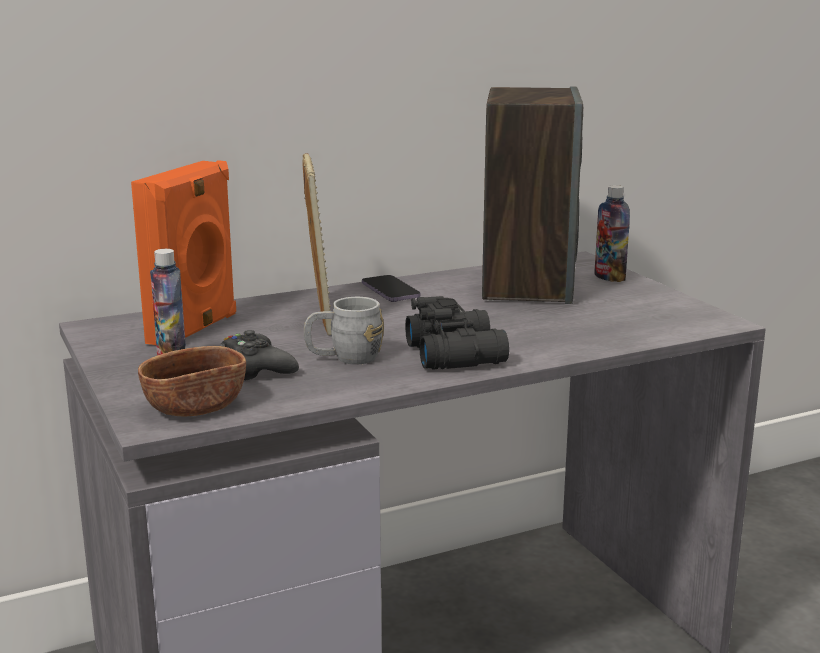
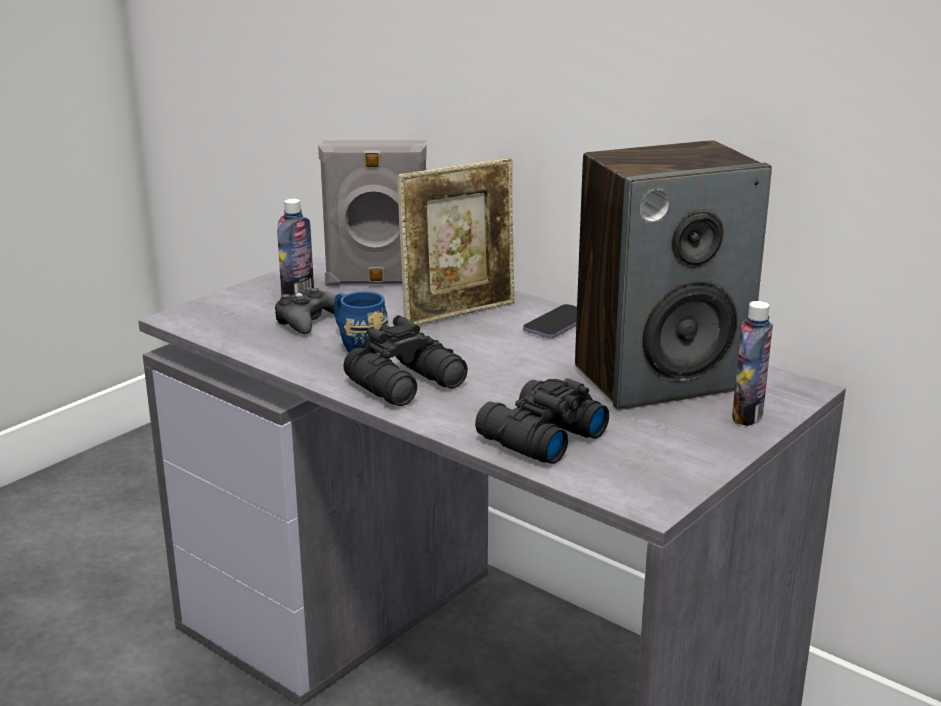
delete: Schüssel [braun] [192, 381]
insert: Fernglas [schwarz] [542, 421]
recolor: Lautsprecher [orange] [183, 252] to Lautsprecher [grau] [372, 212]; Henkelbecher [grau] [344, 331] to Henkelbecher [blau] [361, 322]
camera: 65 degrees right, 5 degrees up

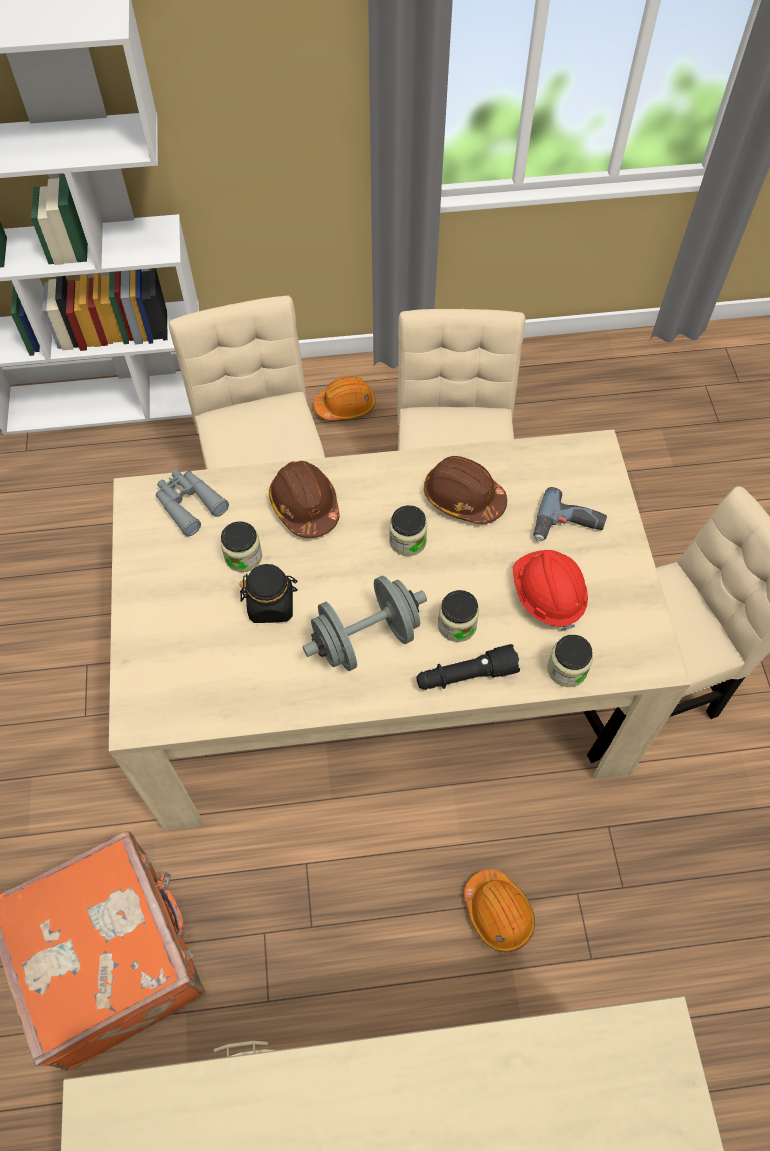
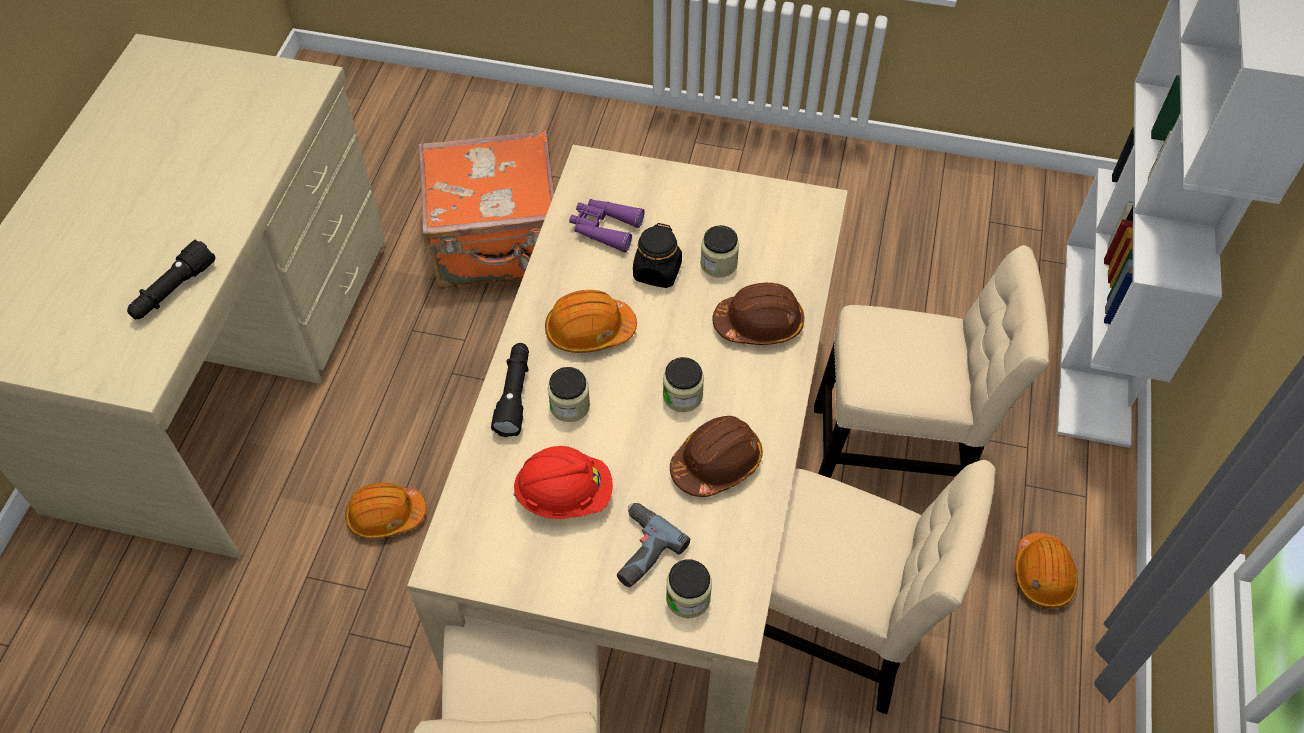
delete: Fernglas [grau] [192, 503]
insert: Taschenlampe [schwarz] [171, 279]; Fernglas [lila] [607, 226]
move: Vorratsglas [570, 661] to [689, 588]
replace: Hantel [grau] [364, 623] to Schutzhelm [orange] [591, 321]
camera: 110 degrees right, 5 degrees down

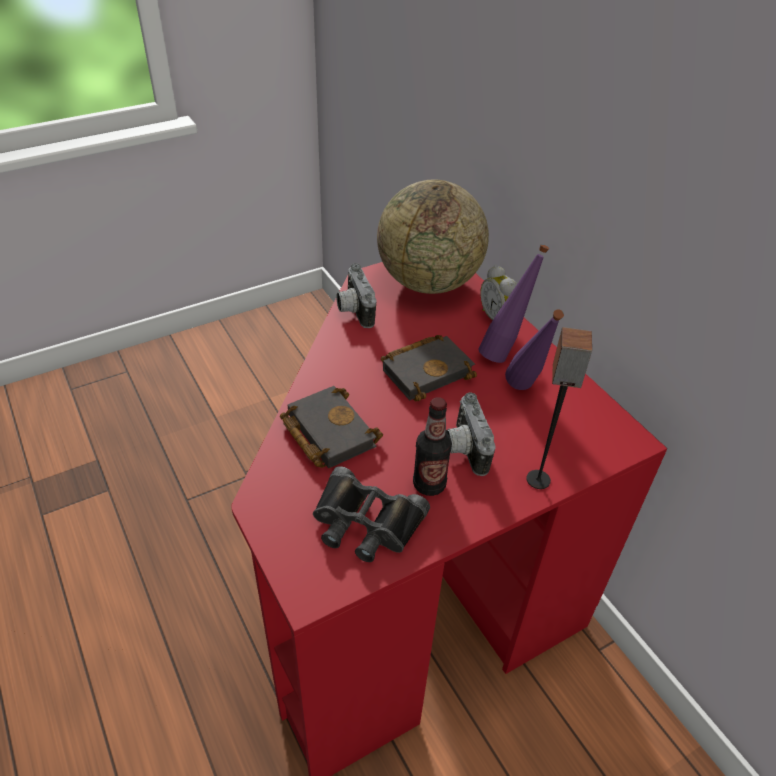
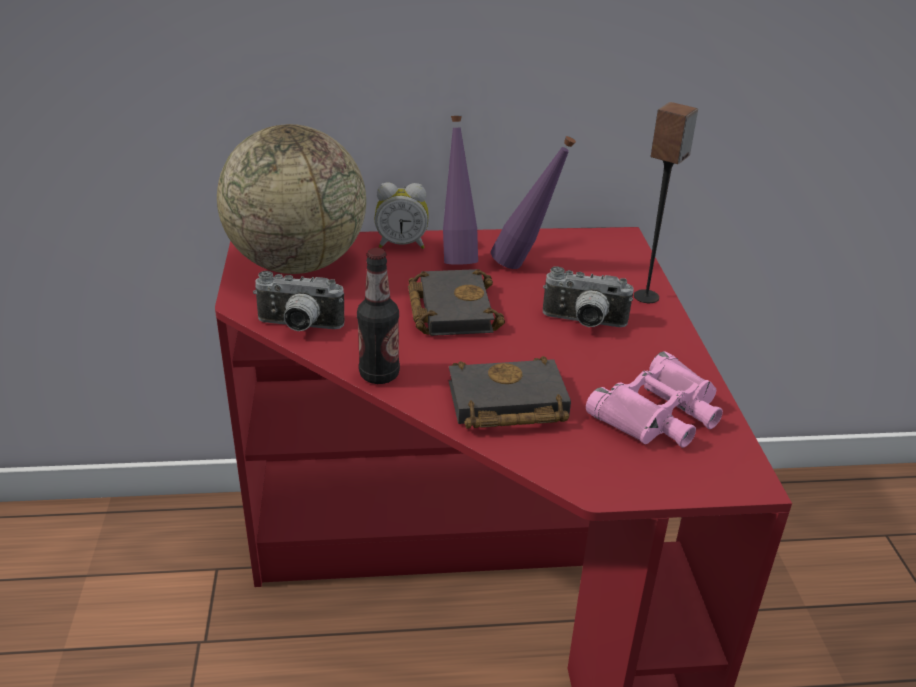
move: Flasche [432, 446] to [378, 316]
recolor: Fernglas [schwarz] [371, 514] to Fernglas [rosa] [654, 399]
camera: 65 degrees left, 10 degrees down

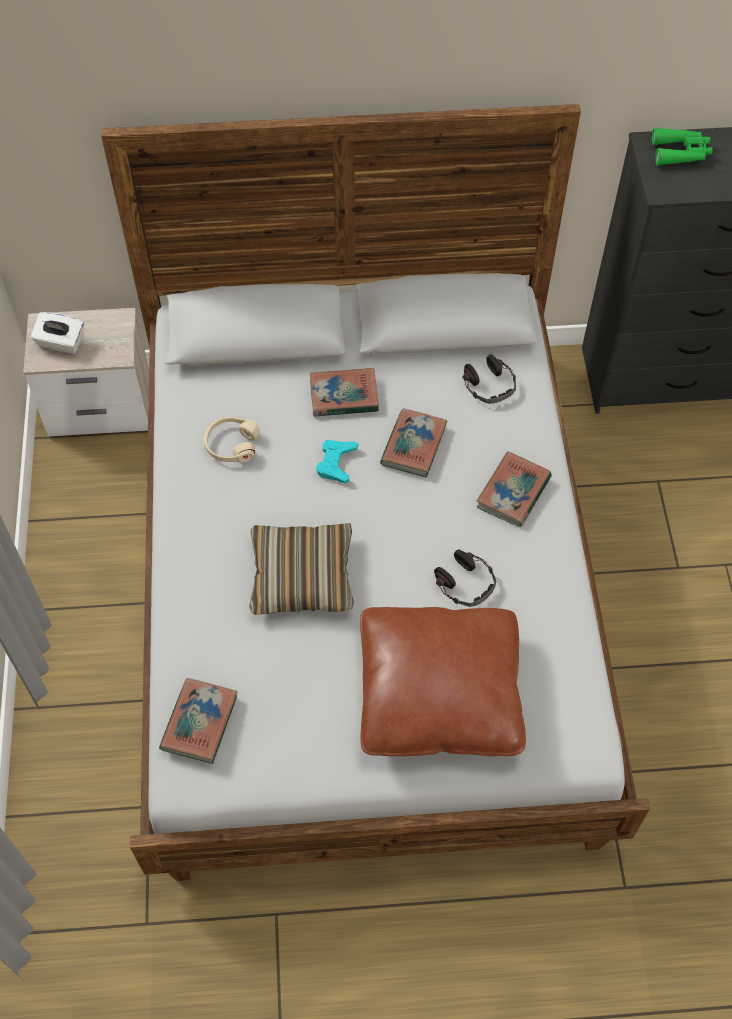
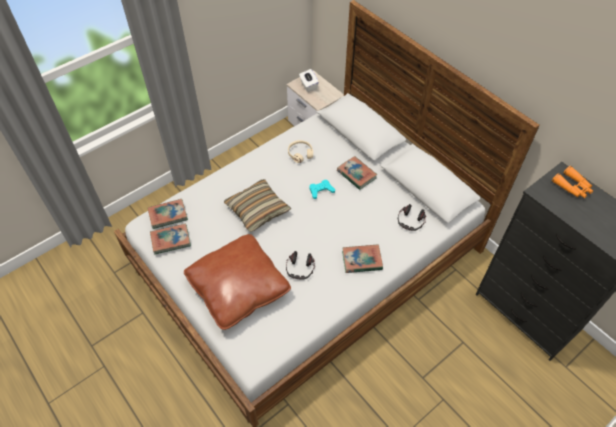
move: Buch [413, 442] to [170, 238]
recolor: Fernglas [grün] [682, 146] to Fernglas [orange] [572, 182]
camera: 55 degrees right, 5 degrees down

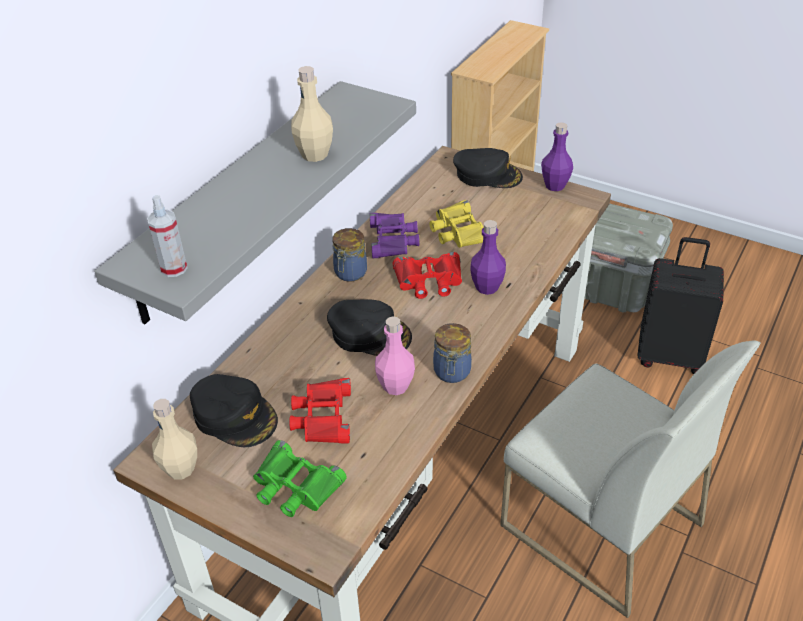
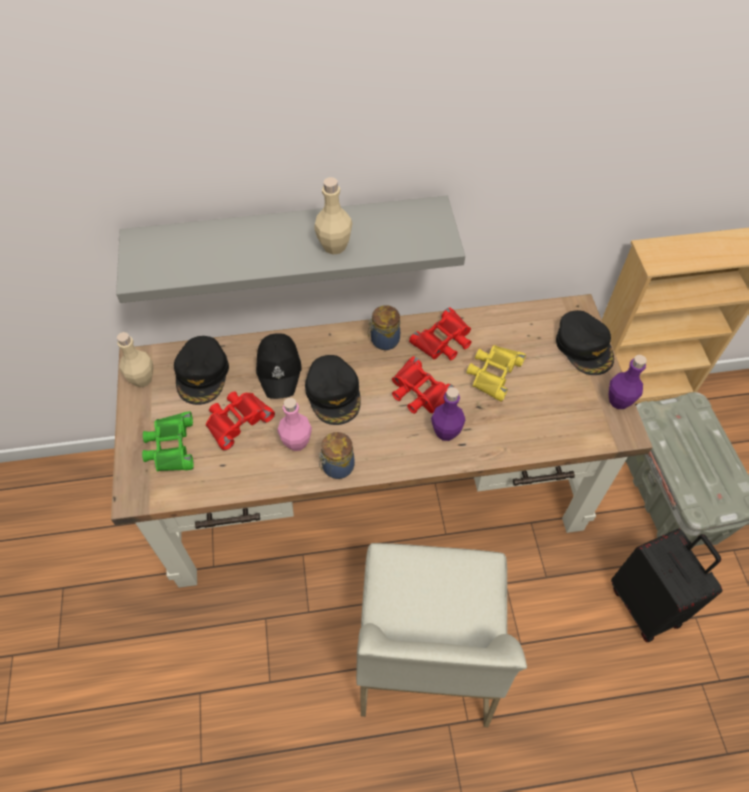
delete: Sprühflasche [167, 236]
insert: Kappe [schwarz] [279, 366]
recolor: Fernglas [lila] [394, 235] to Fernglas [rot] [440, 333]
camera: 50 degrees right, 15 degrees up

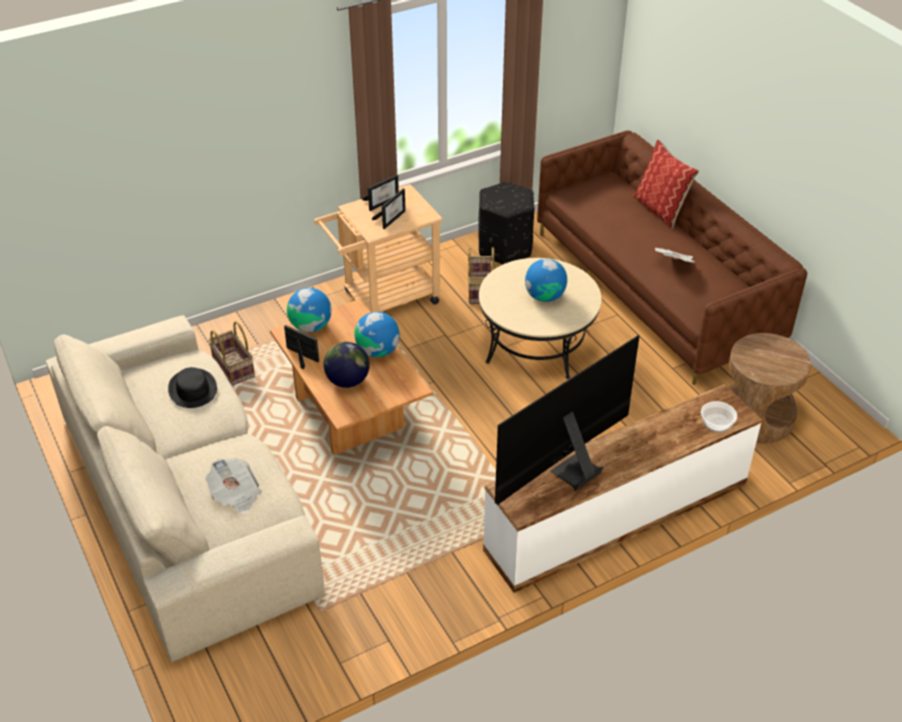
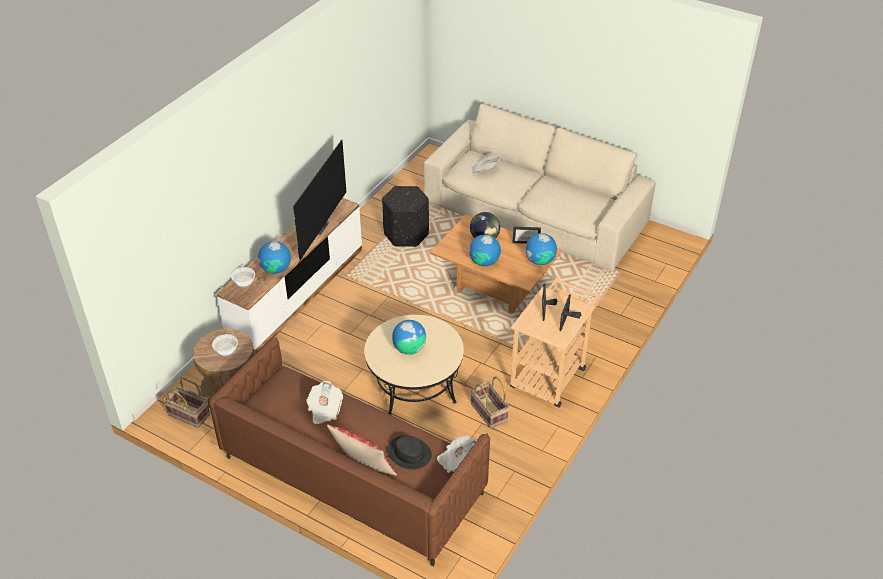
insert: Schüssel [225, 345]; Globus [274, 257]; Zeitung [456, 454]
move: Hut [schwarz] [192, 387] to [409, 452]; Korb [231, 353] to [186, 402]; Polsterhocker [schwarz] [507, 223] to [405, 216]
camera: 150 degrees right, 0 degrees up

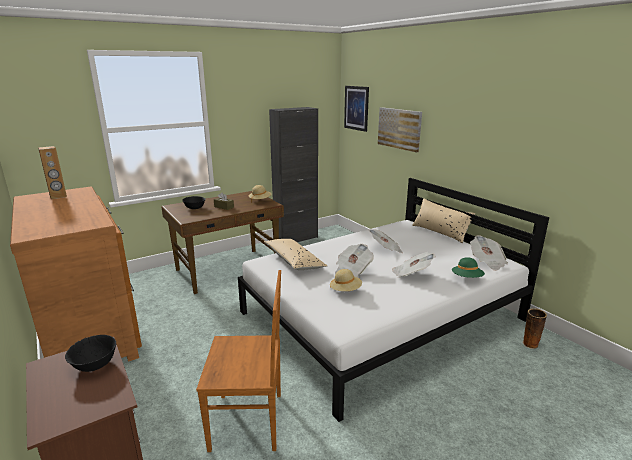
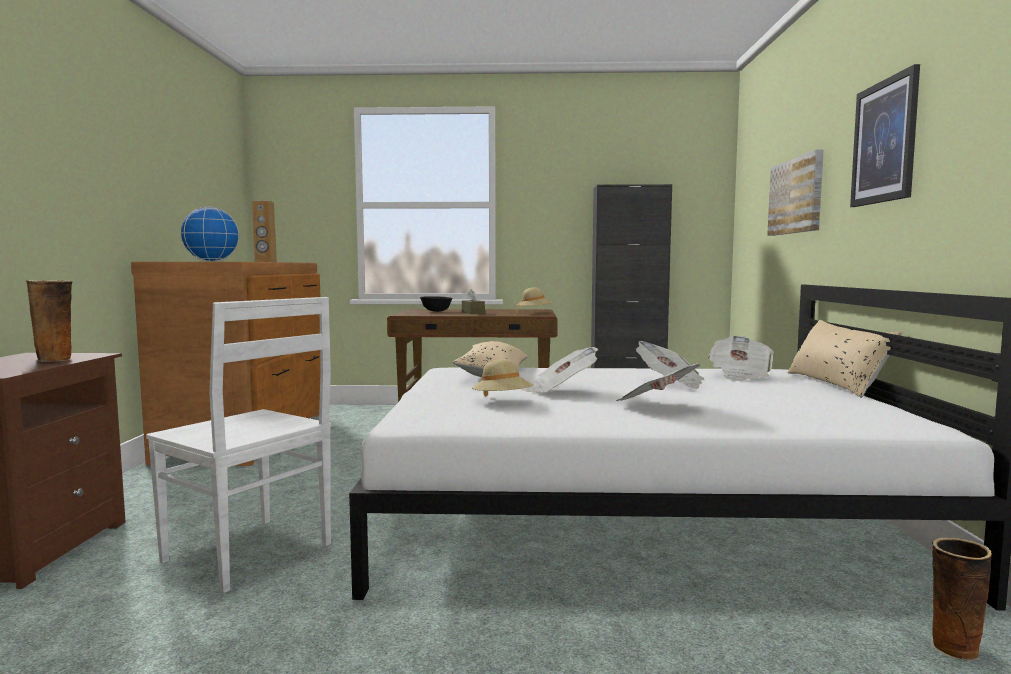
delete: Hut [grün] [468, 267]
insert: Globus [209, 234]
move: Bild [356, 109] to [885, 135]; Zeitung [489, 253] to [741, 358]
replace: Schüssel [schwarz] [90, 353] to Vase [49, 321]
recolor: Stuhl [braun] [238, 361] to Stuhl [weiß] [238, 445]
camera: 35 degrees right, 15 degrees down

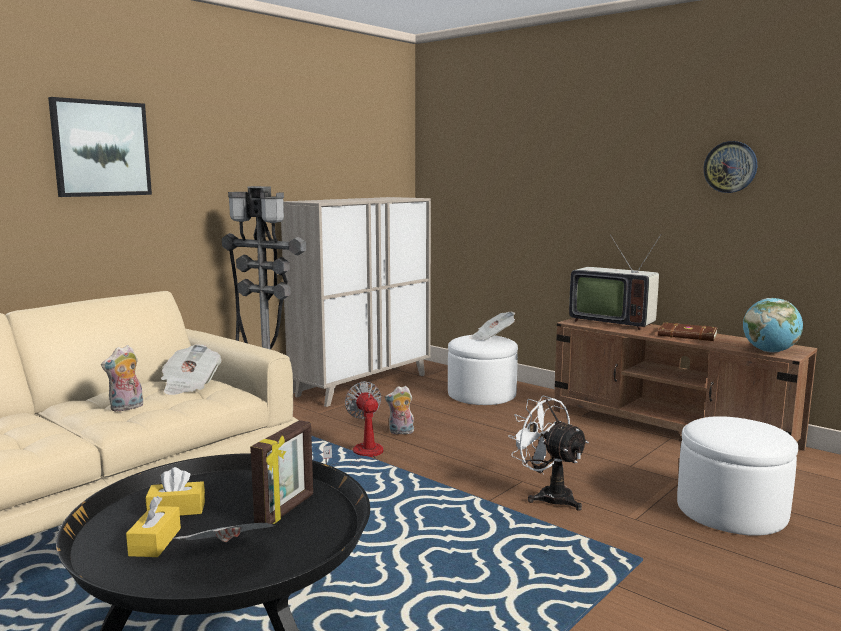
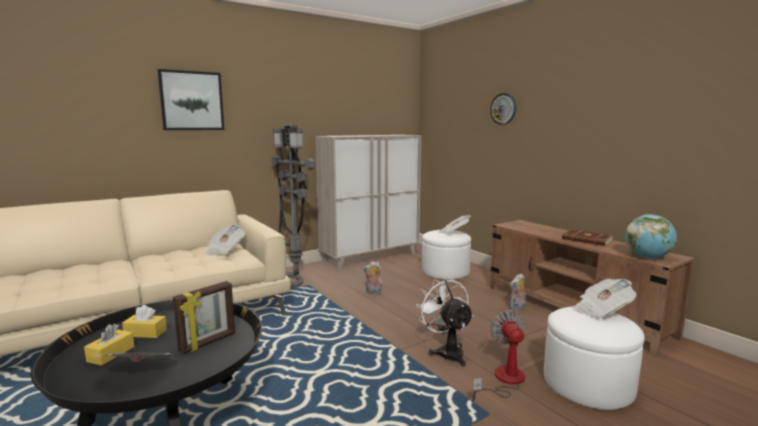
delete: Fernseher [615, 282]
insert: Zeitung [604, 298]
move: Plüschtier [122, 378] to [517, 291]; Ventilator [353, 423] to [499, 355]; Wanduhr [730, 167] to [503, 109]
camera: 15 degrees right, 0 degrees up

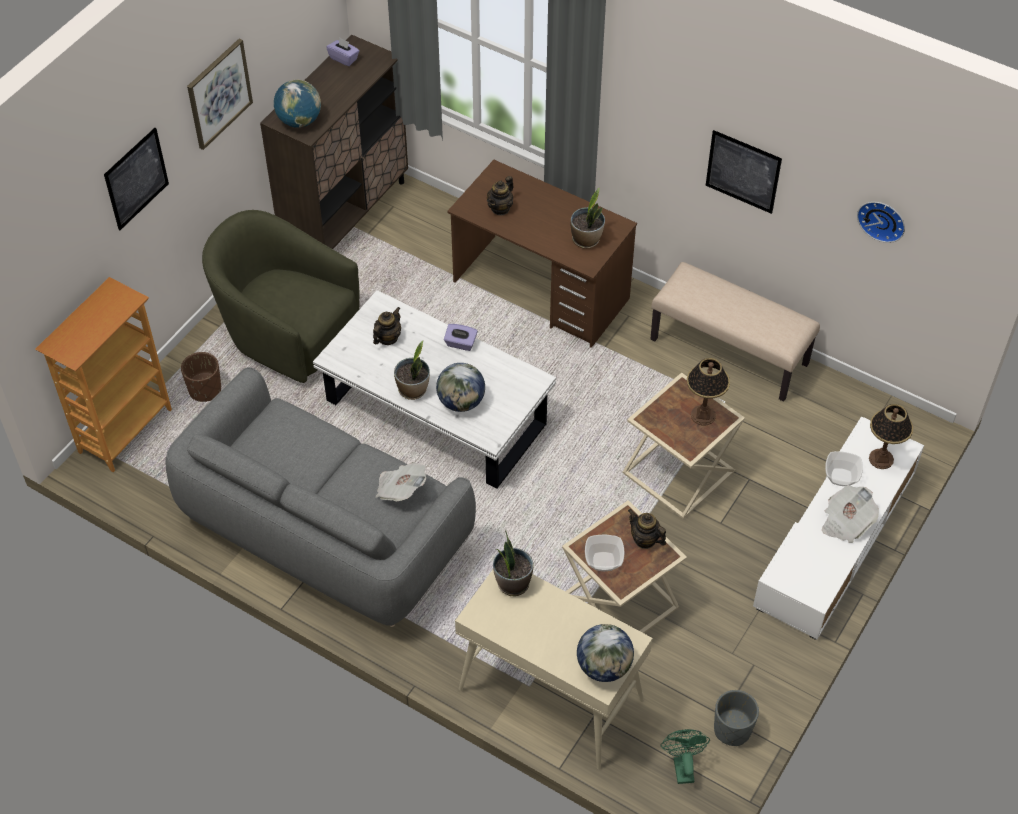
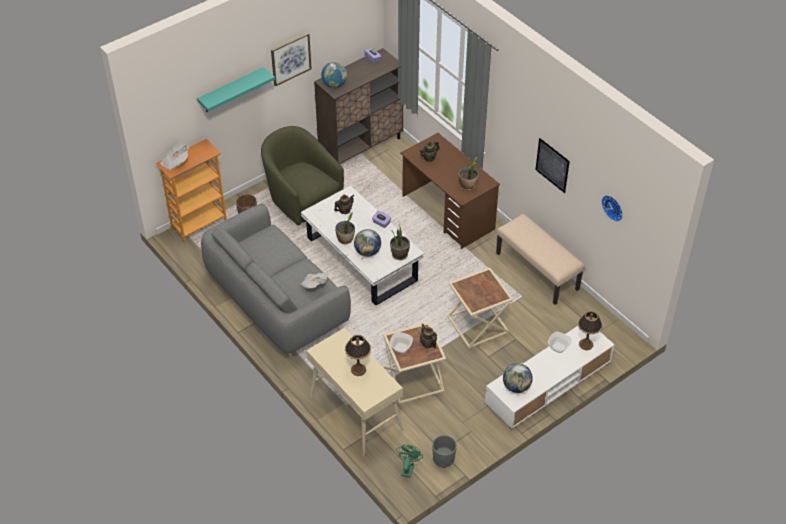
move: Topfpflanze [513, 563] to [400, 242]; Globus [605, 653] to [518, 378]; Tischlampe [708, 392] to [358, 355]; Zeitung [850, 514] to [175, 157]
replace: Bild [136, 179] to Wandregal [türkis] [236, 89]
camera: 20 degrees right, 5 degrees down

